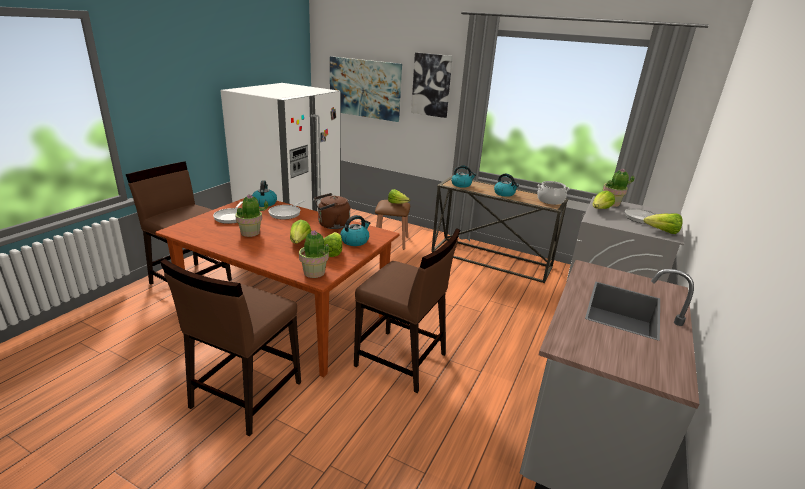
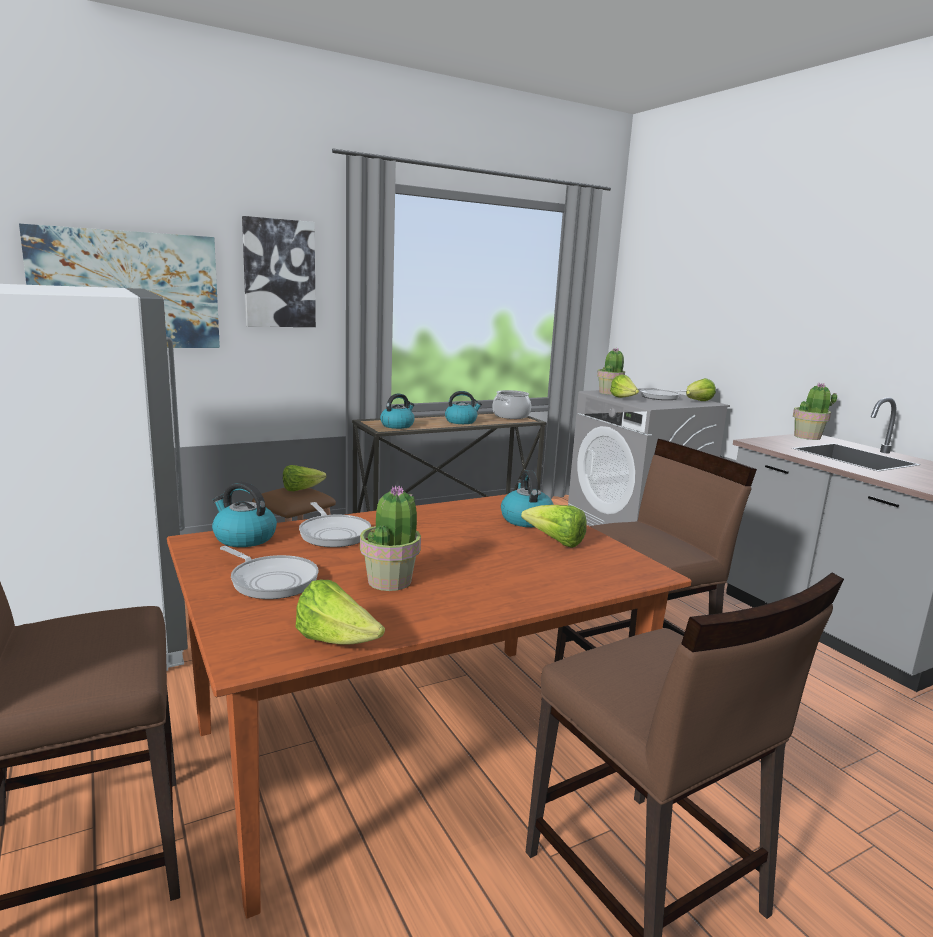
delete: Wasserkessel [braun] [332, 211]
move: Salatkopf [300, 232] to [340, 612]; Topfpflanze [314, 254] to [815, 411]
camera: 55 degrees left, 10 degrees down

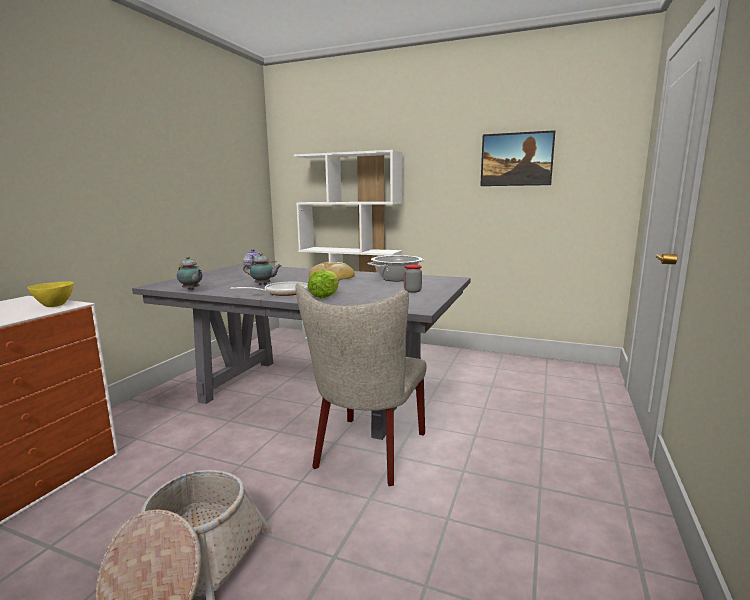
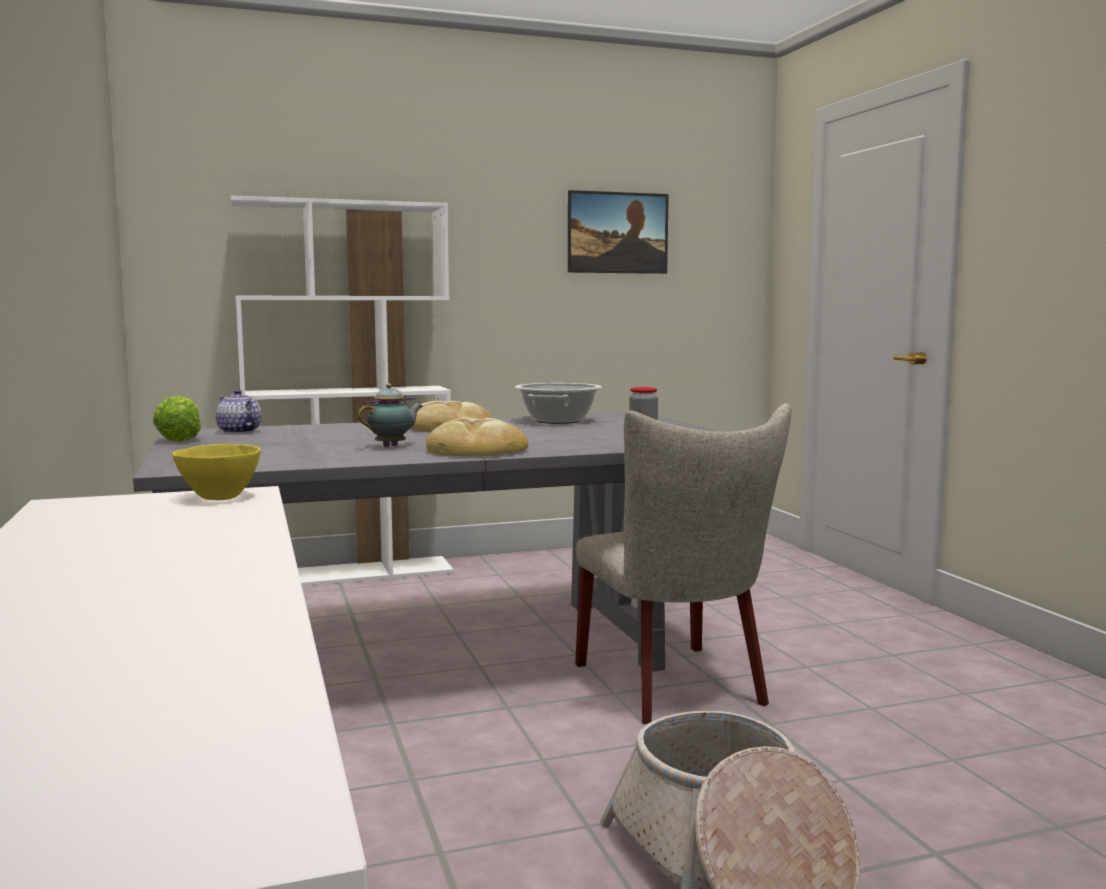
delete: Teekanne [190, 273]
move: Salatkopf [323, 284] to [177, 419]
replace: Pfanne [269, 289] to Brot [477, 437]
camera: 40 degrees left, 5 degrees down

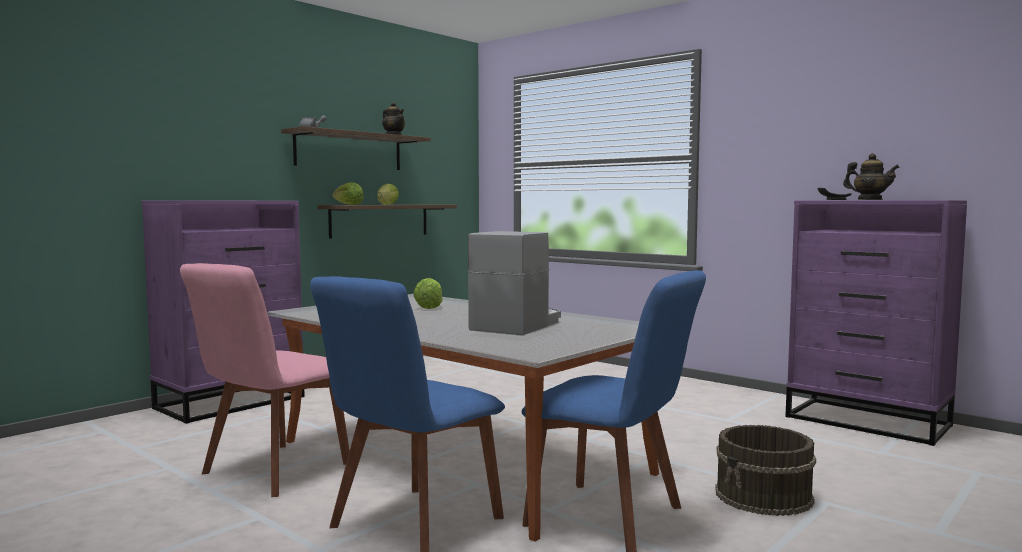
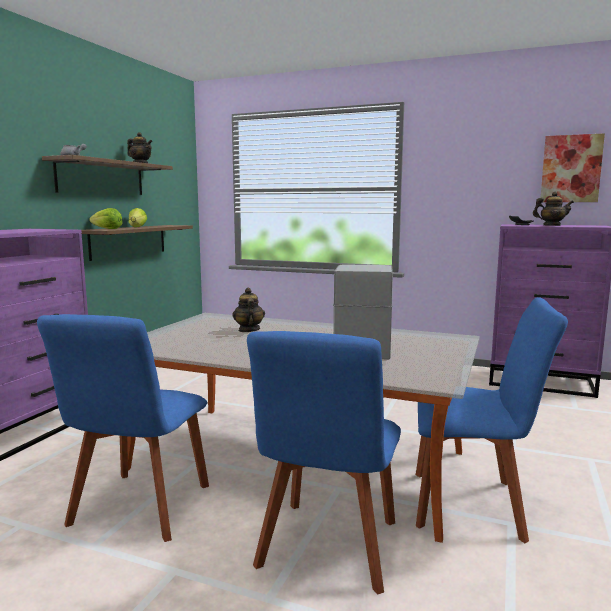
delete: Eimer [braun] [765, 470]
insert: Bild [573, 167]
replace: Salatkopf [428, 293] to Teekanne [248, 310]
recolor: Stuhl [rosa] [265, 380] to Stuhl [blau] [123, 428]
camera: 20 degrees left, 5 degrees up

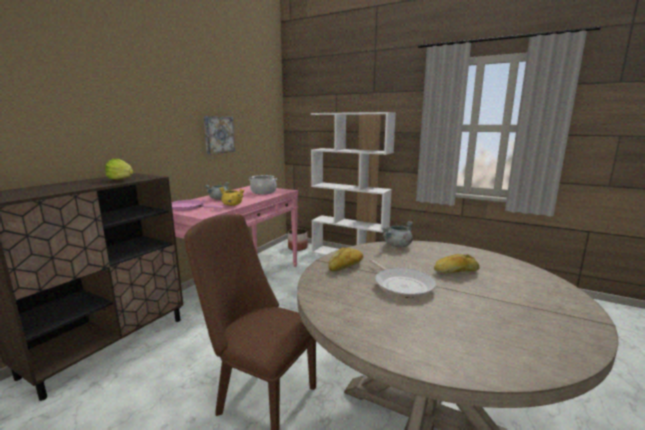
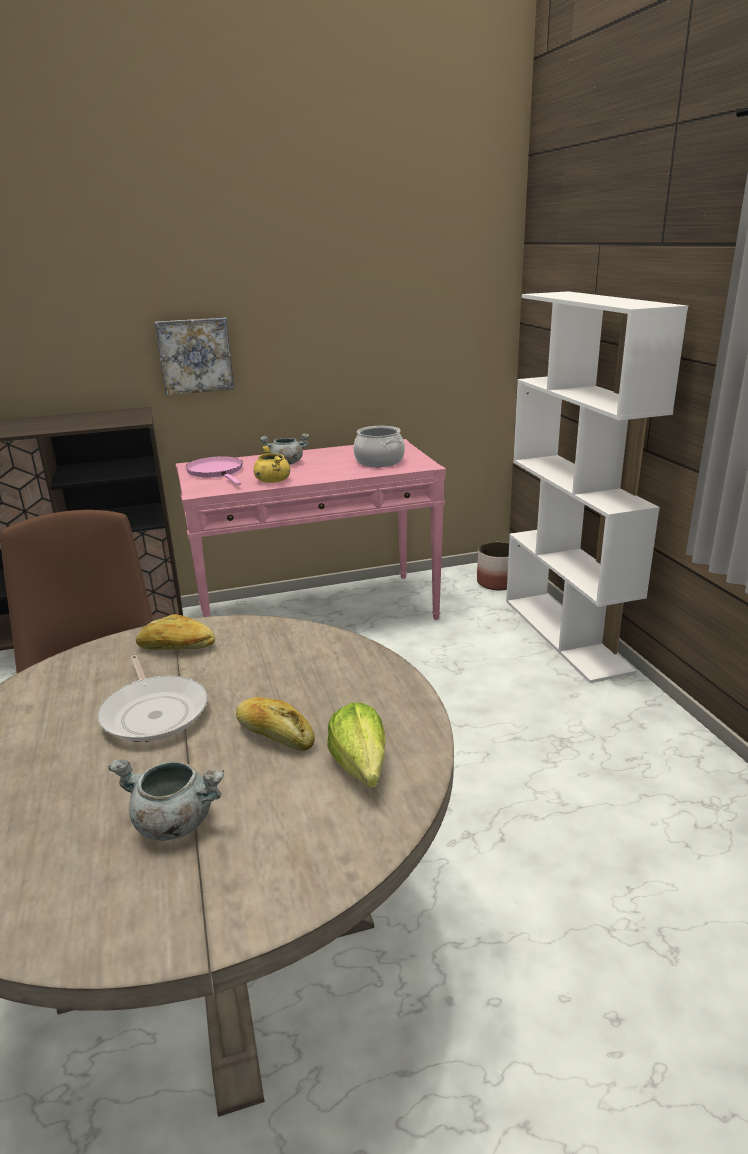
move: Salatkopf [119, 169] to [356, 745]; Bild [219, 135] to [194, 356]; Kochtopf [grau] [397, 234] to [166, 800]
rotate: Pfanne [402, 278] = [152, 698] 45 degrees counterclockwise
camera: 45 degrees right, 10 degrees up

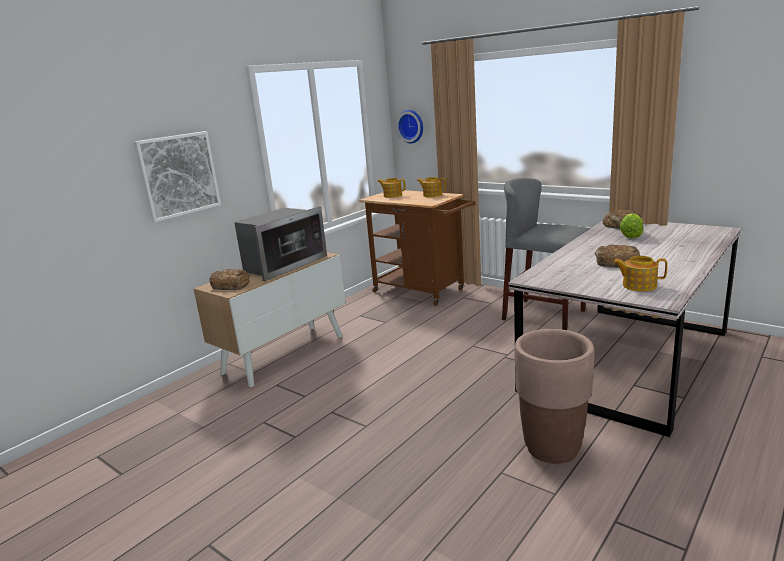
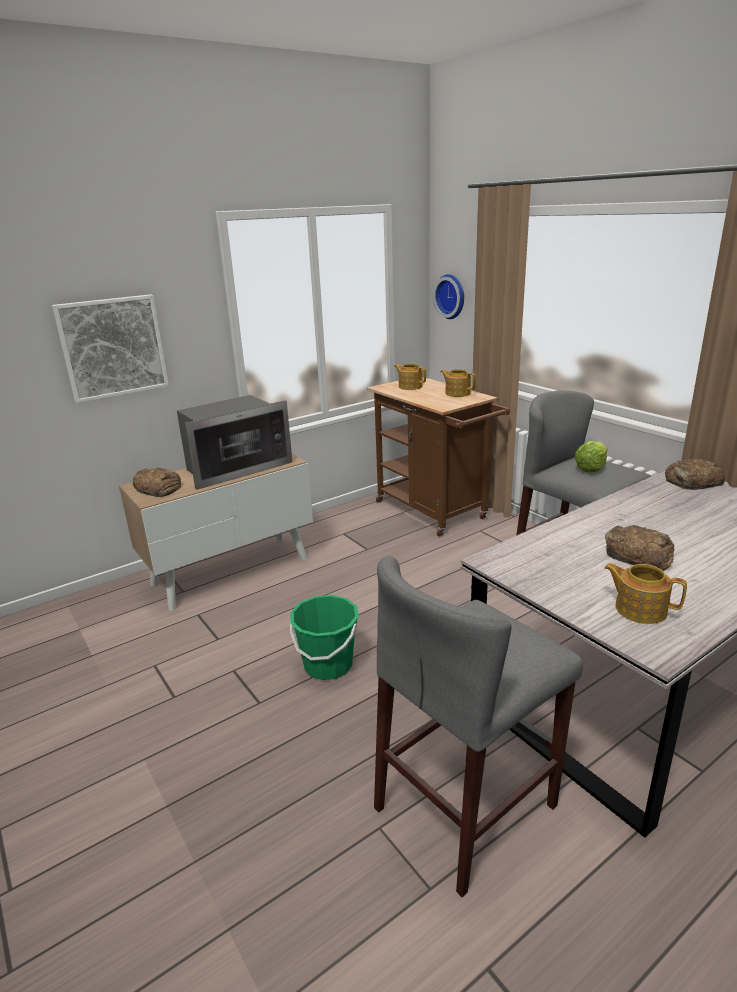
insert: Eimer [grün] [324, 637]
move: Salatkopf [631, 225] to [591, 457]
replace: Pflanzkübel [braun] [554, 396] to Hocker [grau] [478, 726]
camera: 15 degrees right, 5 degrees up

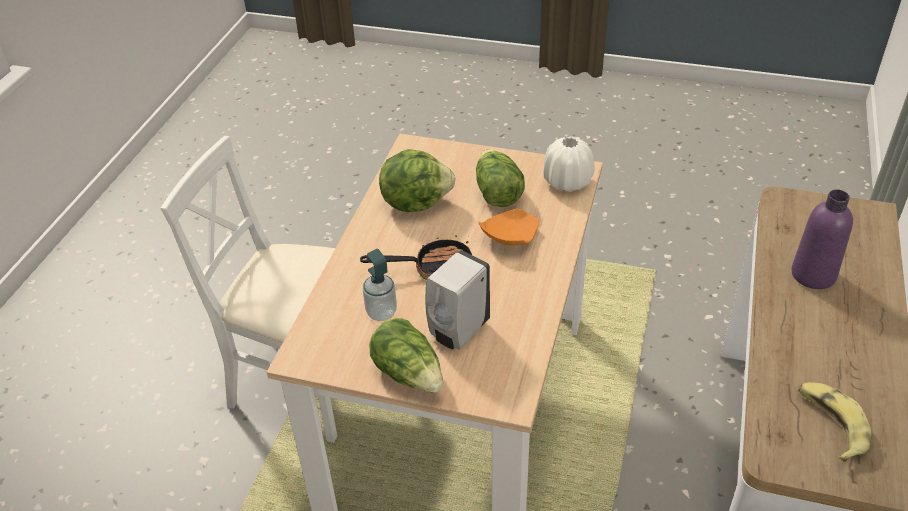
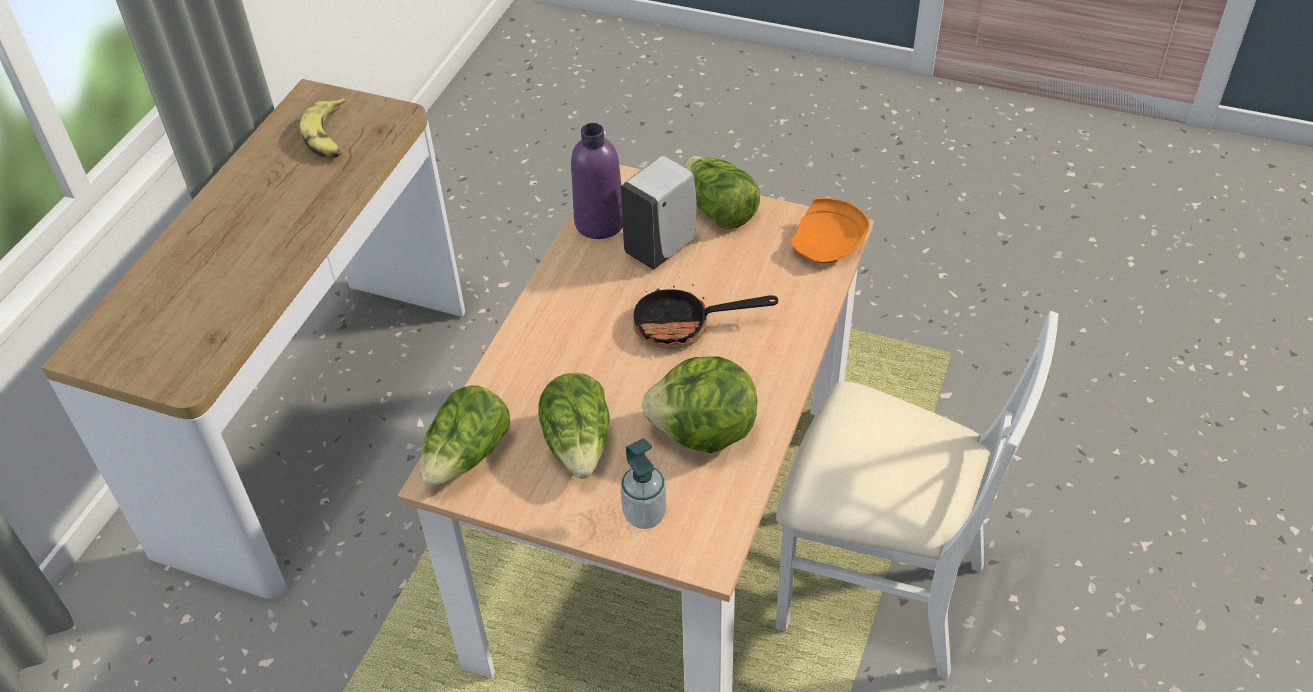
move: Seifenspender [380, 285] to [644, 483]; Teller [orange] [509, 227] to [829, 230]; Flasche [lila] [822, 239] to [597, 181]
replace: Vase [weiß] [569, 164] to Salatkopf [465, 436]
camera: 175 degrees left, 5 degrees up

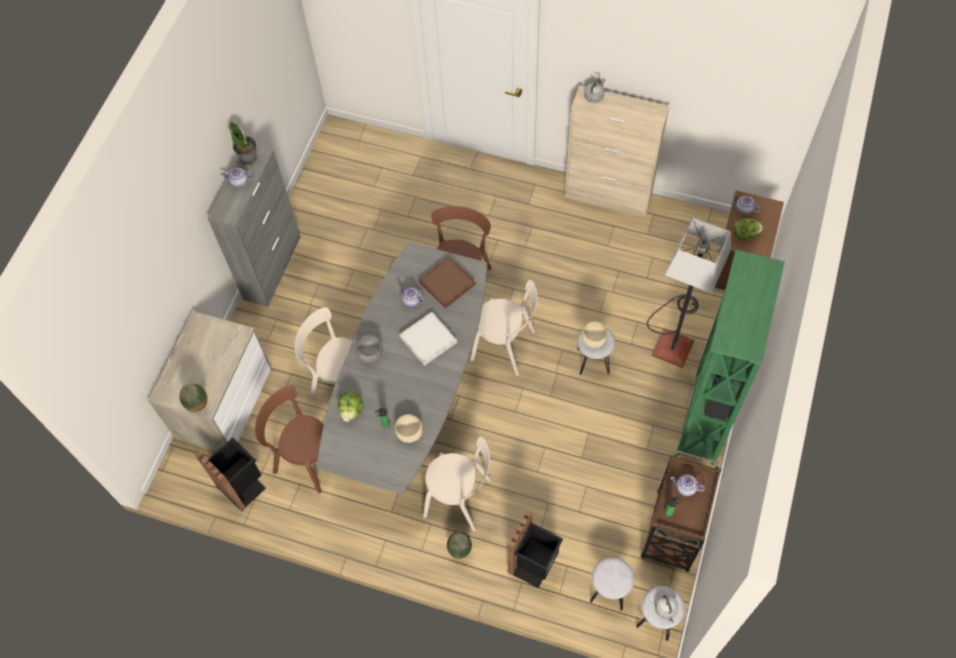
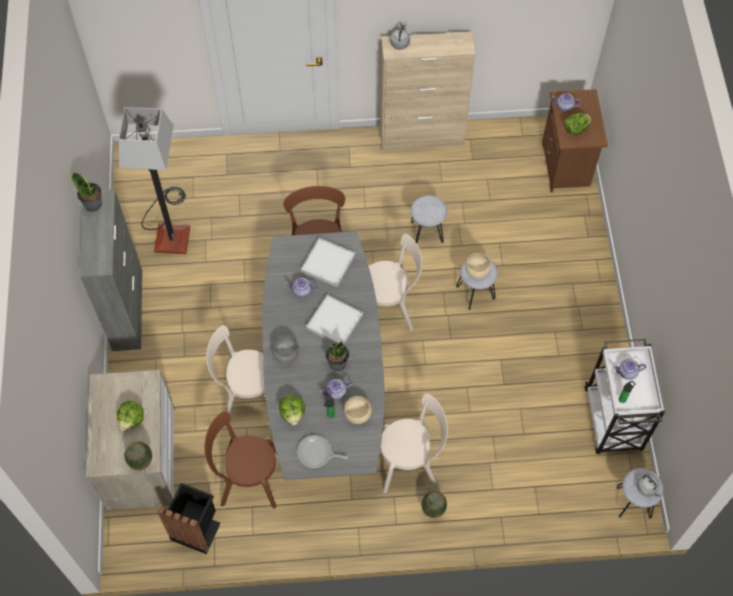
delete: Mülleimer [schwarz] [535, 549]; Bücherregal [grün] [731, 357]
insert: Salatkopf [130, 415]; Pfanne [323, 451]; Topfpflanze [337, 356]
move: Teekanne [237, 178] to [336, 389]; Hocker [grau] [612, 583] to [429, 219]; Stehlampe [689, 293] to [154, 180]
recolor: Tablett [braun] [447, 282] to Tablett [weiß] [328, 262]; Rollwagen [braun] [681, 511] to Rollwagen [weiß] [625, 396]
camera: 25 degrees left, 0 degrees up

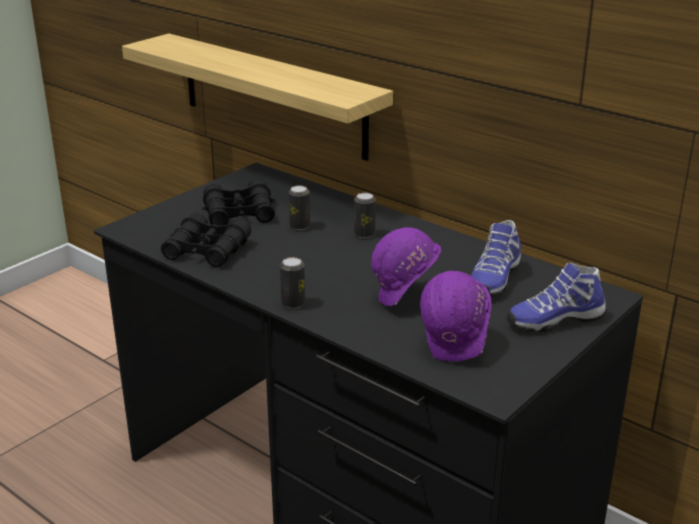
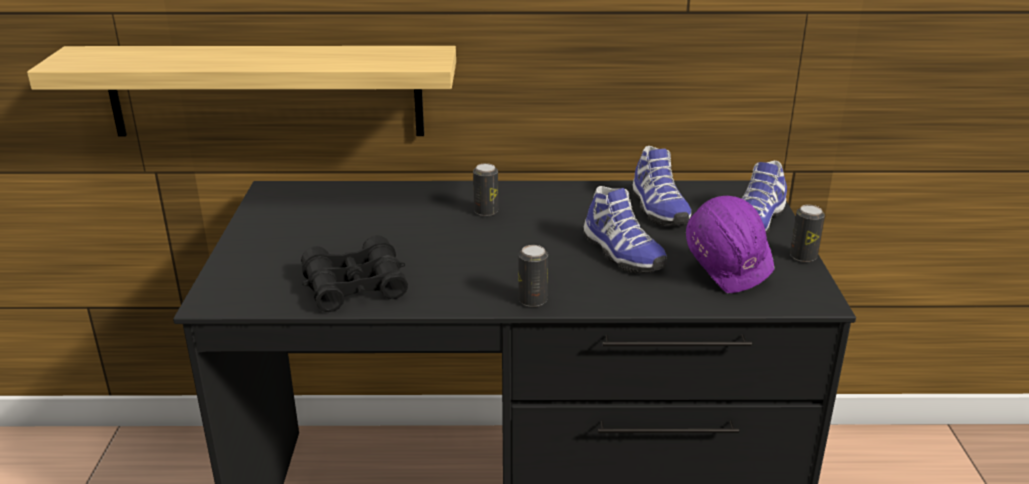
delete: Fernglas [schwarz] [239, 202]
move: Dose [299, 207] to [807, 233]
replace: Schutzhelm [lila] [406, 266] to Schuh [625, 229]
camera: 40 degrees left, 0 degrees up

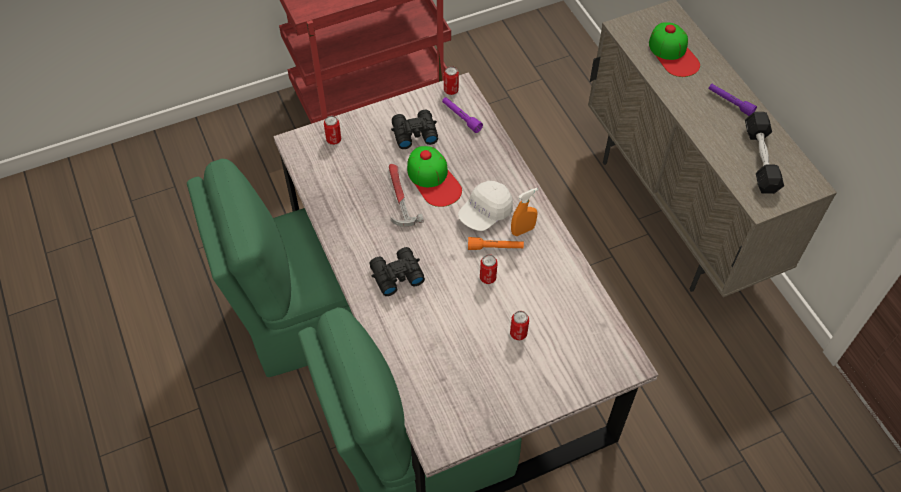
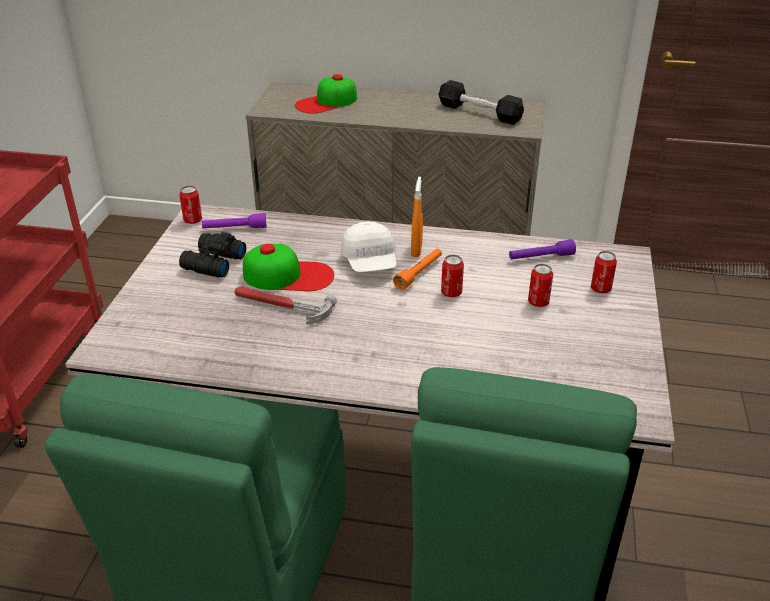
delete: Fernglas [schwarz] [397, 271]
move: Dose [332, 130] to [604, 272]; Taschenlampe [lila] [732, 100] to [542, 249]
rotate: Kappe [674, 49] = [326, 94] 135 degrees clockwise
camera: 55 degrees left, 20 degrees down

